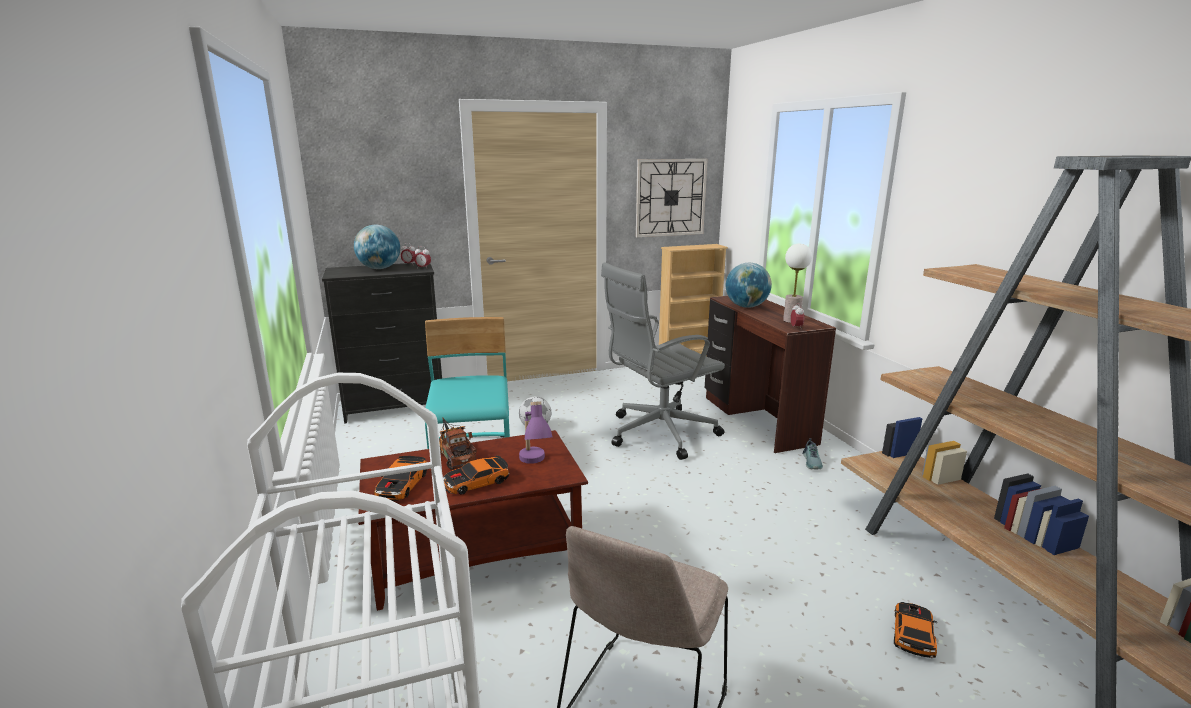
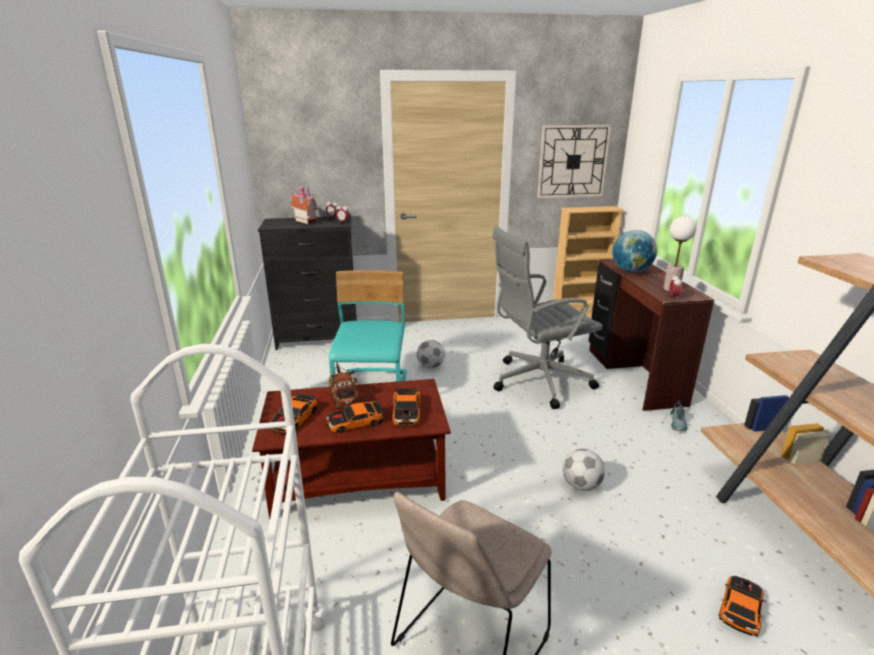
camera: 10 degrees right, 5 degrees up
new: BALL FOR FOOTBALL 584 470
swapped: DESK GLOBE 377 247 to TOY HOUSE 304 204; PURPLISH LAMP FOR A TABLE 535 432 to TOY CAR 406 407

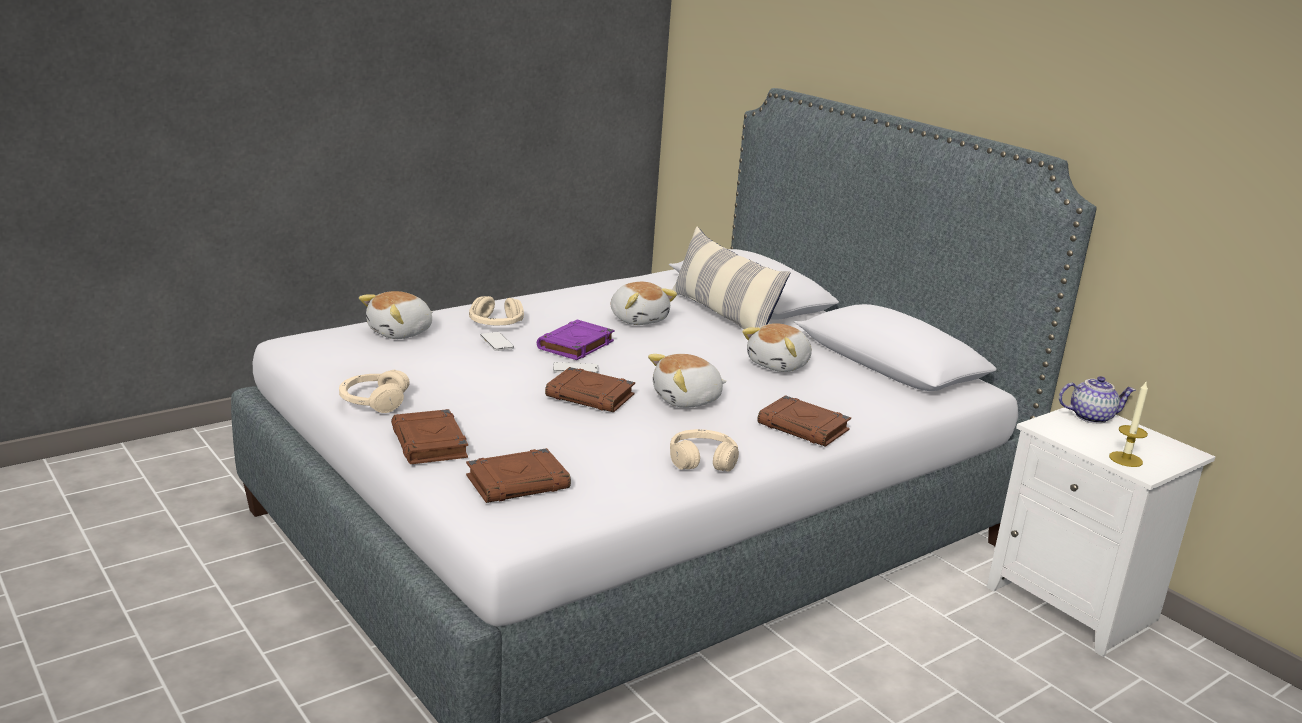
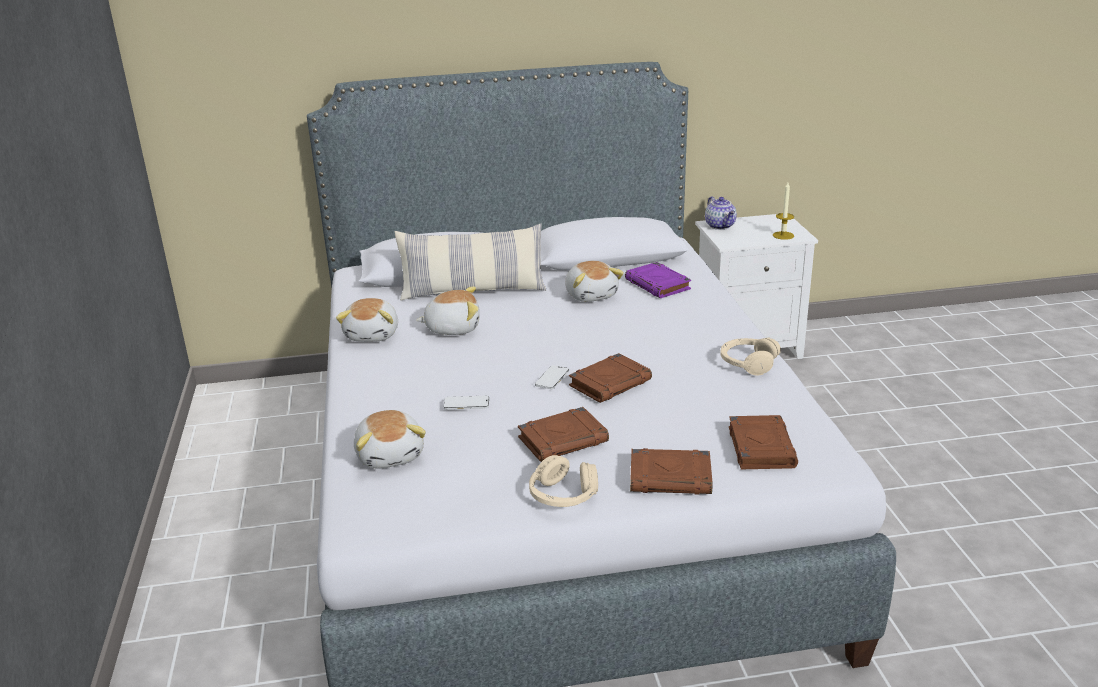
camera: 60 degrees left, 5 degrees up
gone: SAND-COLOURED HEADSET 496 311
shifted: PURPLISH BOOK 575 340 to 658 280; SOFT TOY 687 381 to 367 320; BROWNISH BOOK 804 421 to 563 434
rotated: TEA POT 1097 400 = 721 213 135 degrees clockwise

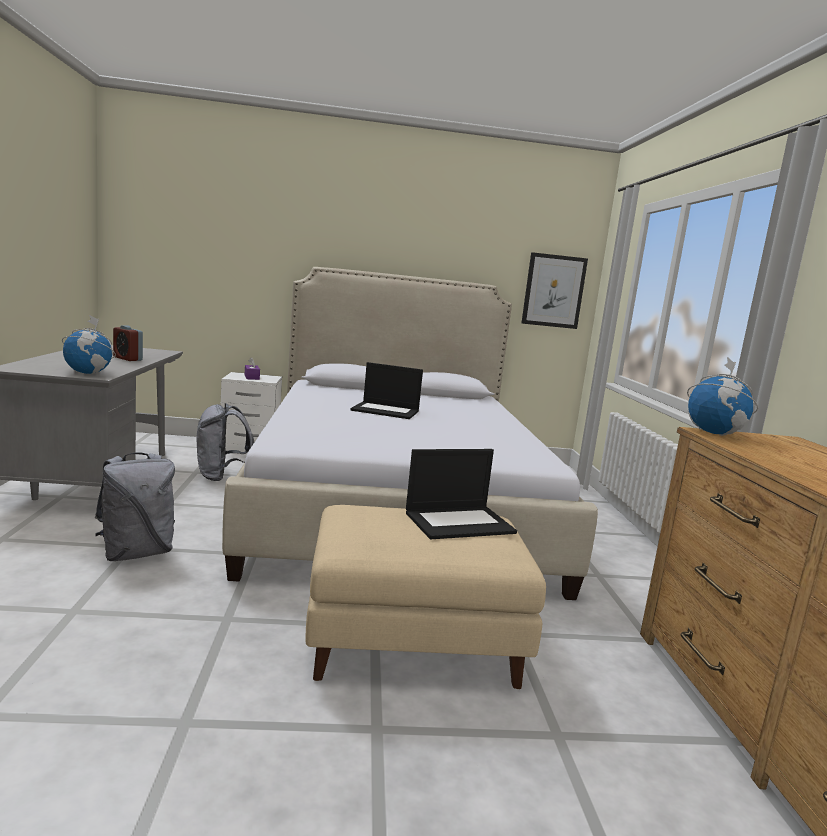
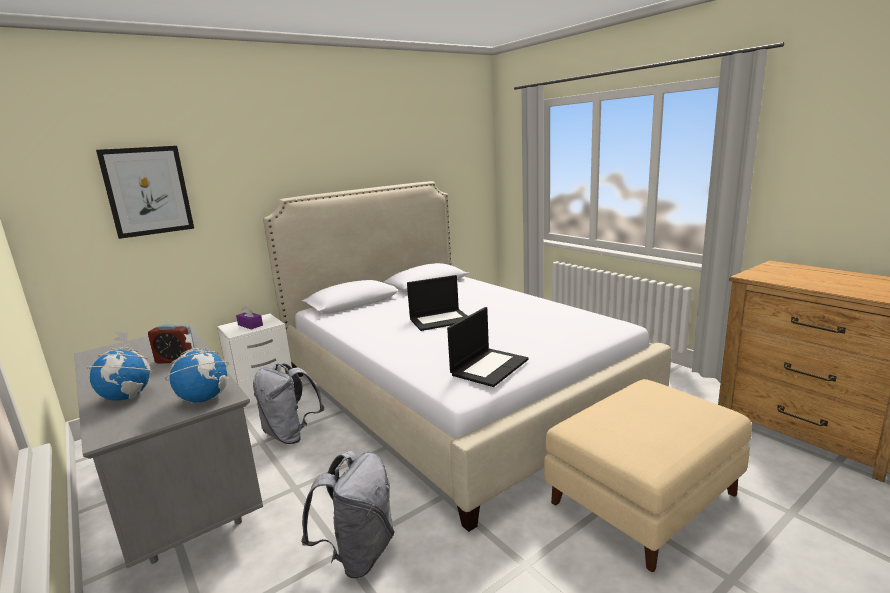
camera: 30 degrees left, 5 degrees up
shifted: NOTEBOOK COMPUTER 461 494 to 488 347; WALL PICTURE 554 290 to 145 192; DESK GLOBE 722 396 to 120 366

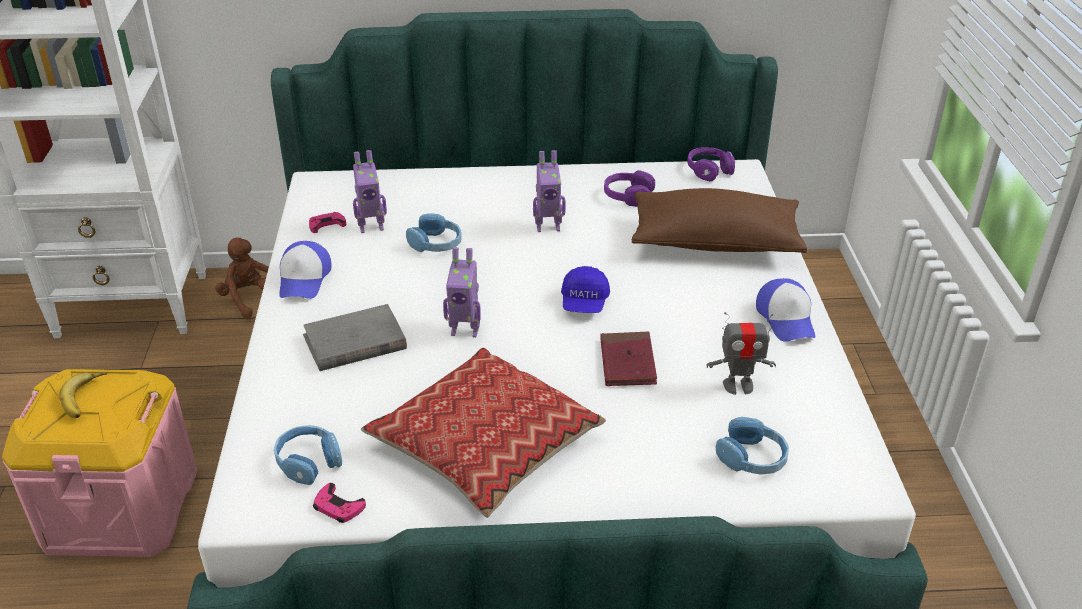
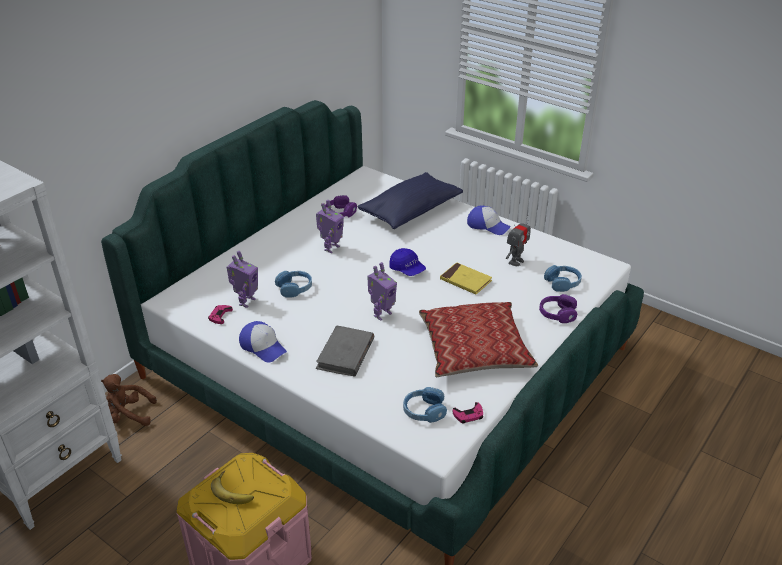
camera: 50 degrees left, 0 degrees up
shifted: PURPLISH HEADSET 711 164 to 558 308
repainted: REDDISH BOOK 628 359 to YELLOWISH BOOK 466 278; BROWNISH PILLOW 719 220 to BLUE-COLOURED PILLOW 410 200

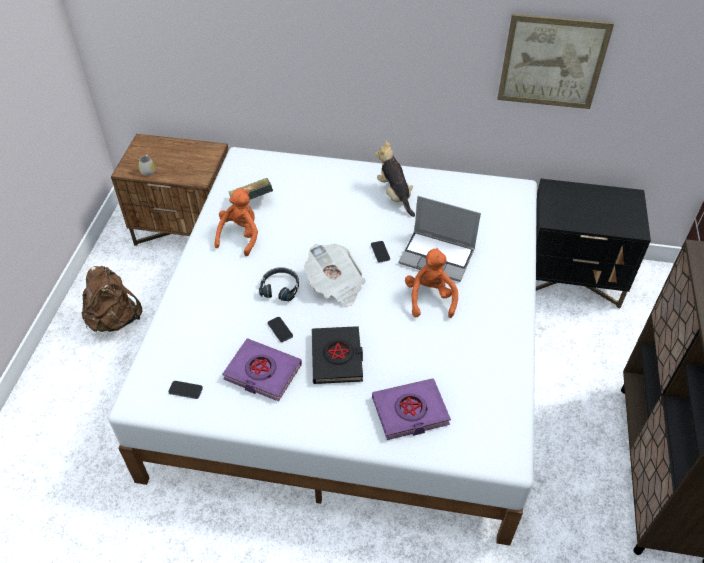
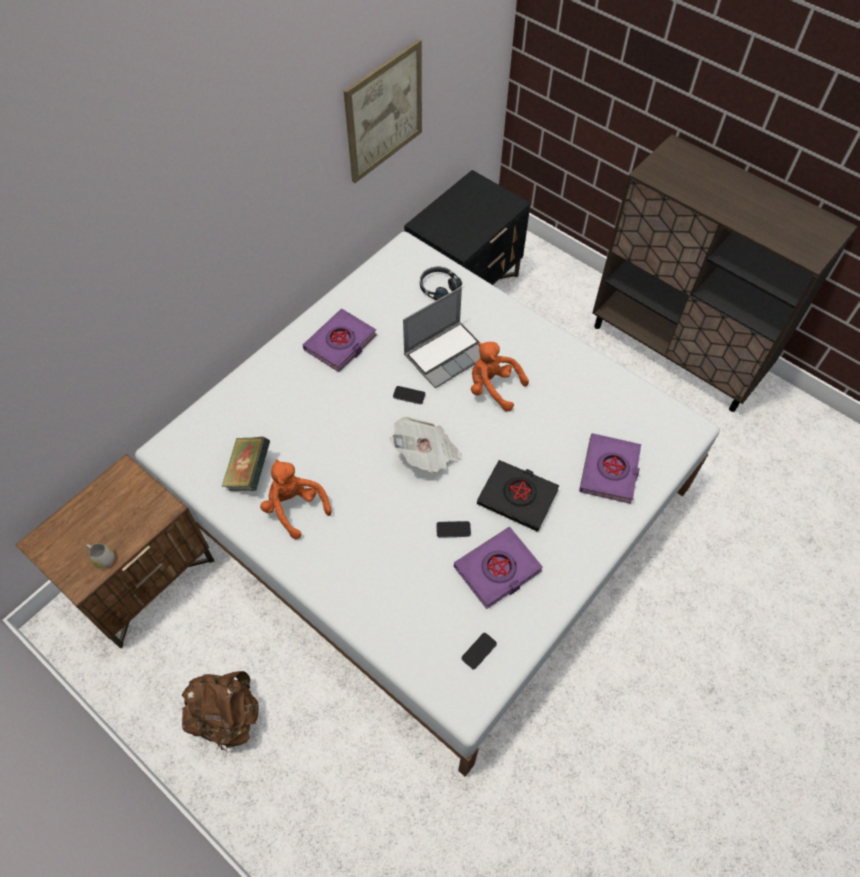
camera: 60 degrees left, 10 degrees up
shifted: BLACK-COLOURED HEADSET 279 284 to 441 283
swapped: SOFT TOY 395 178 to PURPLISH BOOK 340 340

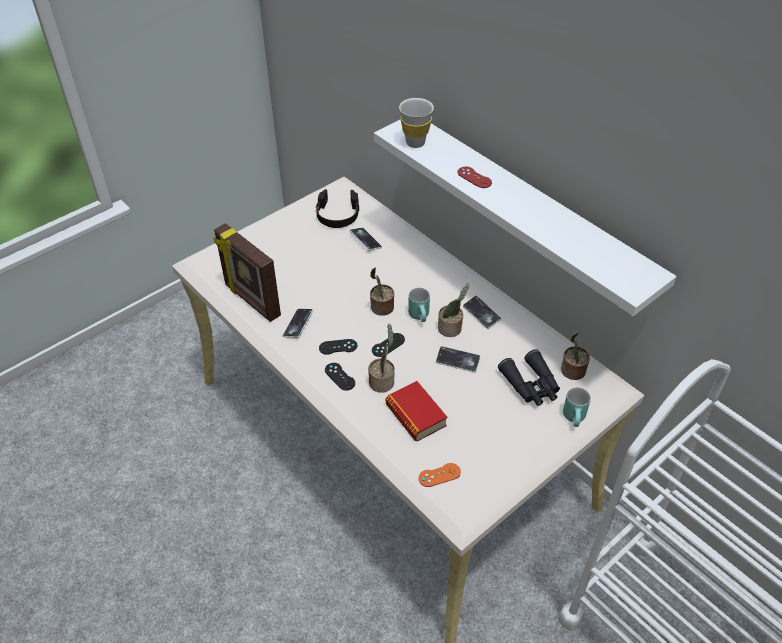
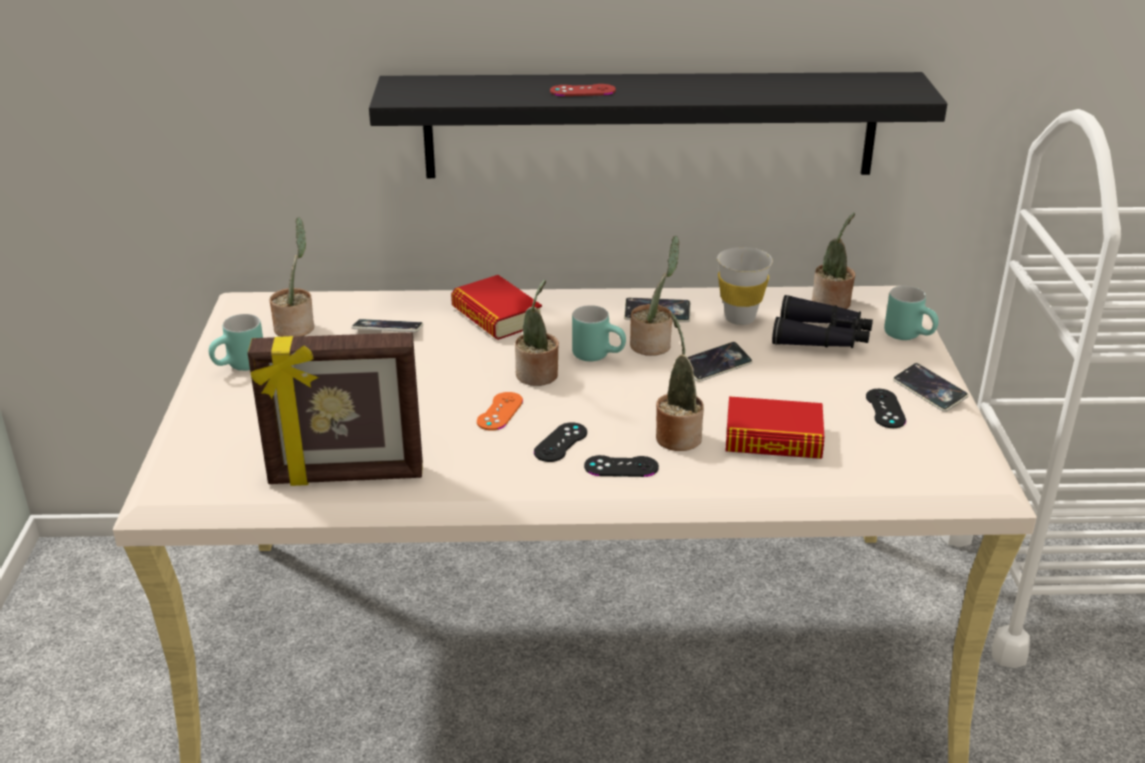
camera: 50 degrees left, 15 degrees down
new: BLUE-GREEN TEA MUG 236 342; BOOK 496 307
shifted: HANDSET 298 323 to 931 387; BLACK-COLOURED GAME CONTROLLER 388 345 to 886 408; WHITE-COLOURED DRINKING CUP 416 123 to 745 286; ORANGE-COLOURED GAME CONTROLLER 439 475 to 500 411
swapped: BLACK-COLOURED HEADSET 337 208 to PLANT IN A POT 292 277
repainted: WHITE-COLOURED WALL SHELF 525 217 to BLACK-COLOURED WALL SHELF 658 125

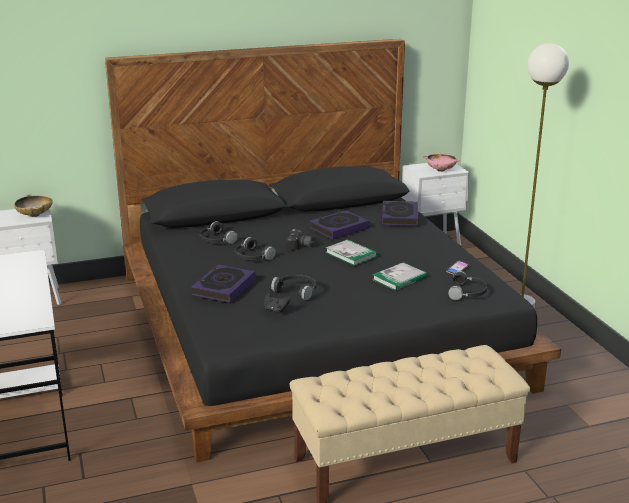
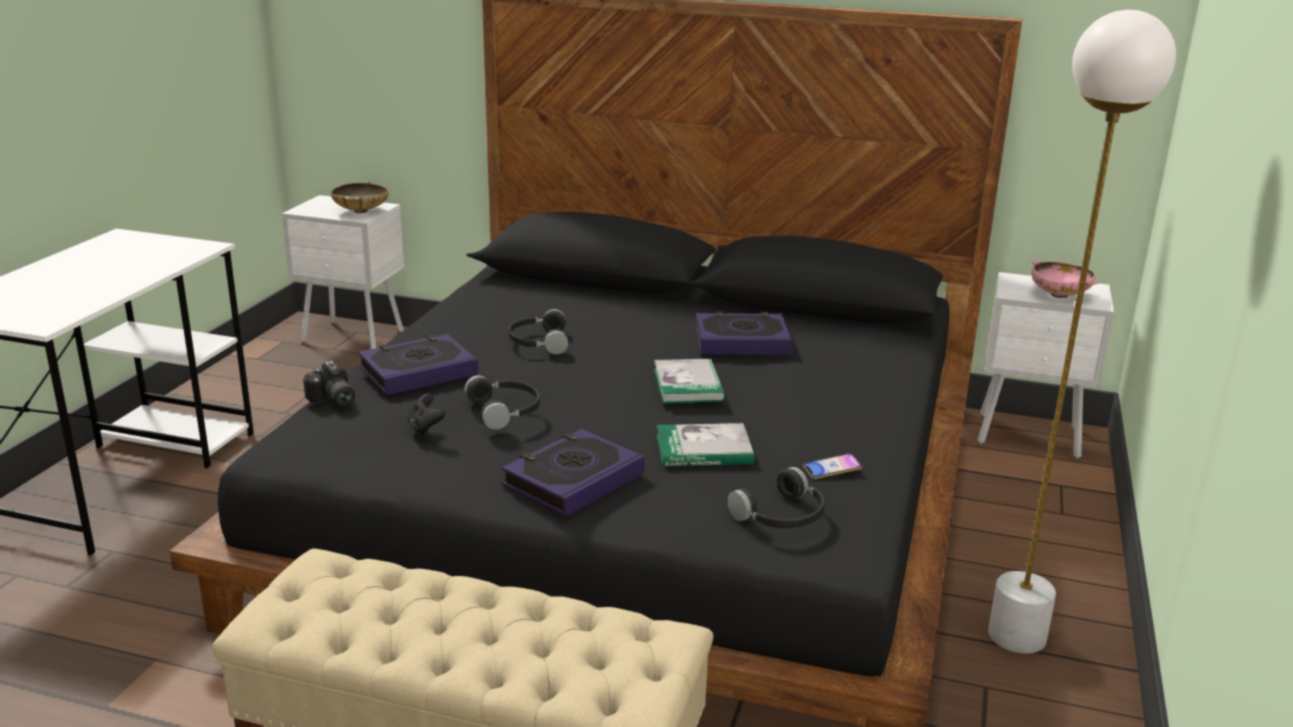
camera: 35 degrees right, 0 degrees up
gone: BLACK-COLOURED HEADSET 218 232
shifted: PHOTO CAMERA 300 239 to 329 383; BOOK 399 213 to 573 473

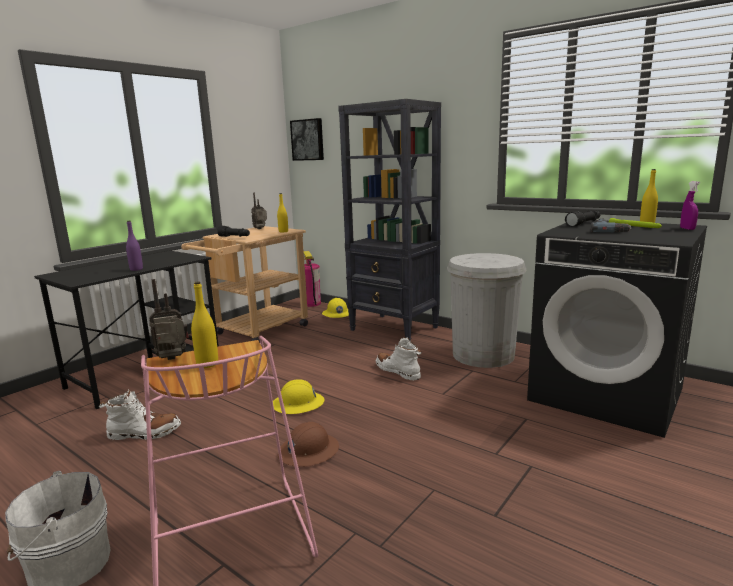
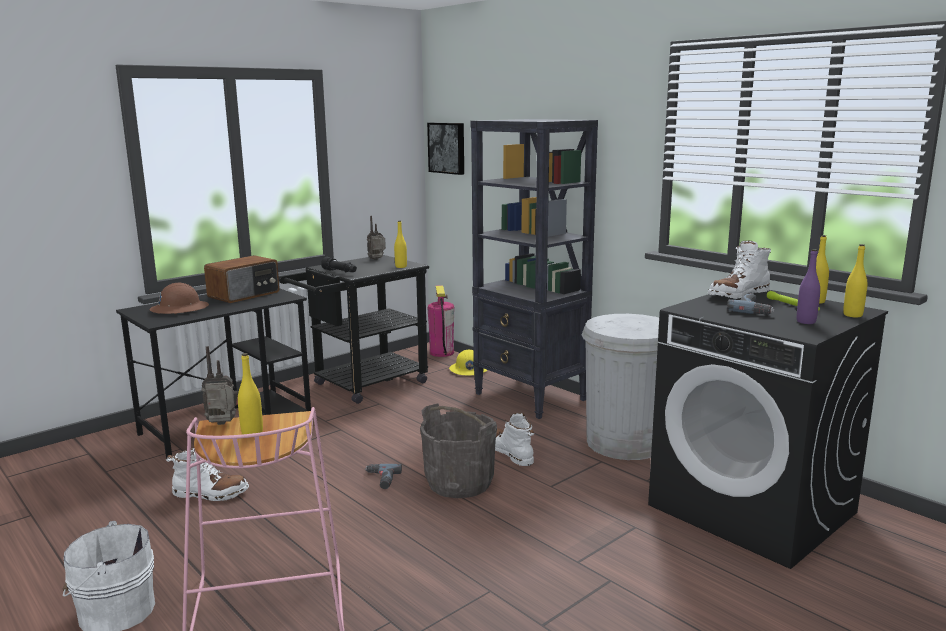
camera: 10 degrees right, 0 degrees up
new: RADIO SET 242 279; GREY WATER BUCKET 458 451
shifted: PURPLISH BEVERAGE BOTTLE 134 246 to 808 286; BROWNISH SAFETY HELMET 308 444 to 179 298
swapped: YELLOWISH SAFETY HELMET 299 396 to ELECTRIC DRILL 383 476; BLACK-COLOURED HAND TORCH 583 218 to WHITE-COLOURED TALL BOOT 739 269; PURPLISH HAND SPRAYER 690 205 to YELLOWISH BEVERAGE BOTTLE 855 280
repainted: SAND-COLOURED TROLLEY 244 284 to BLACK-COLOURED TROLLEY 354 329

